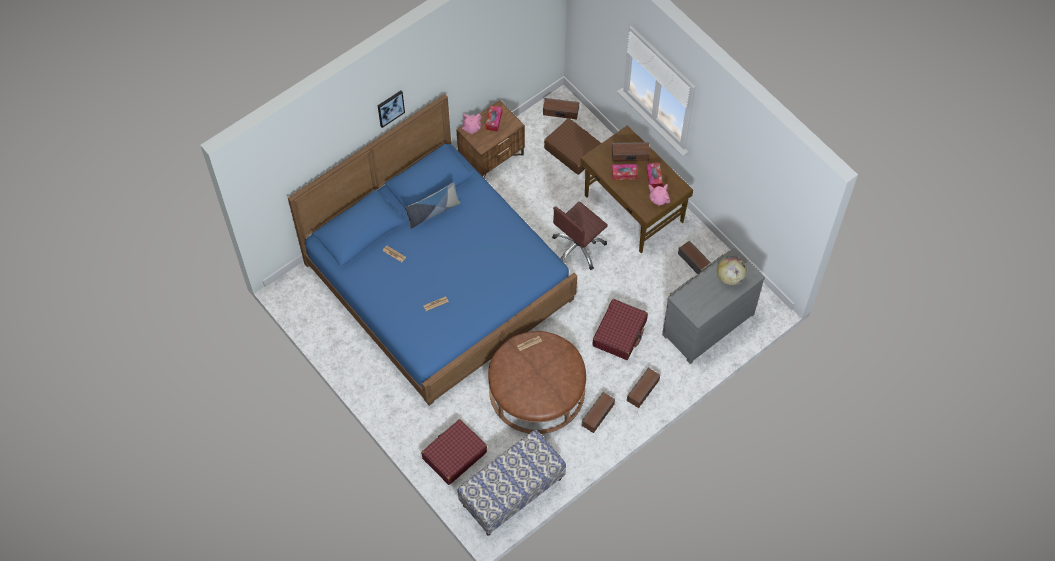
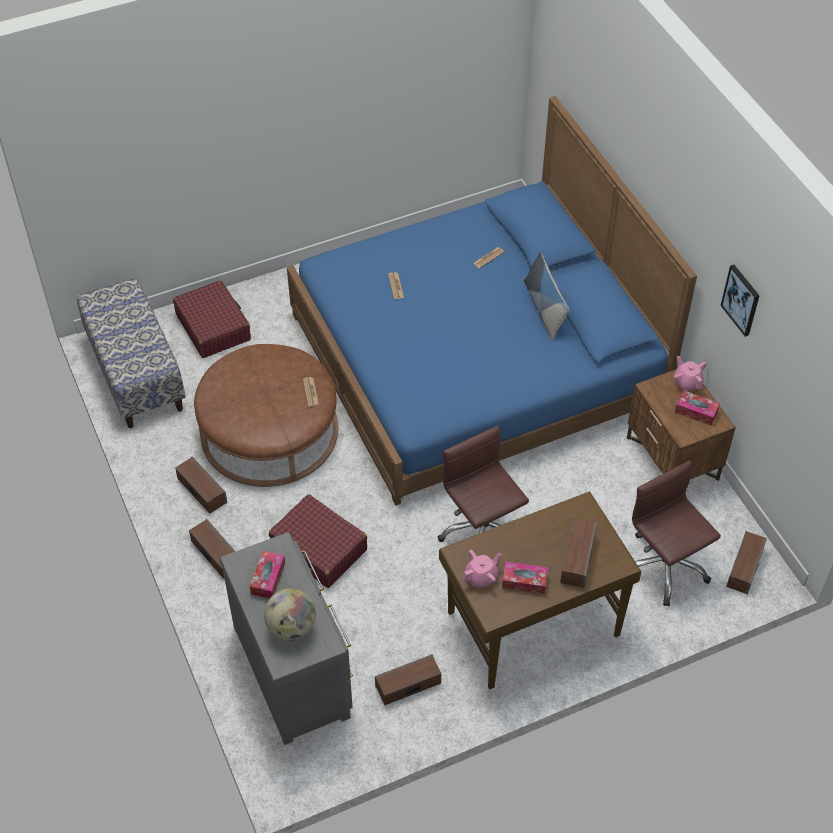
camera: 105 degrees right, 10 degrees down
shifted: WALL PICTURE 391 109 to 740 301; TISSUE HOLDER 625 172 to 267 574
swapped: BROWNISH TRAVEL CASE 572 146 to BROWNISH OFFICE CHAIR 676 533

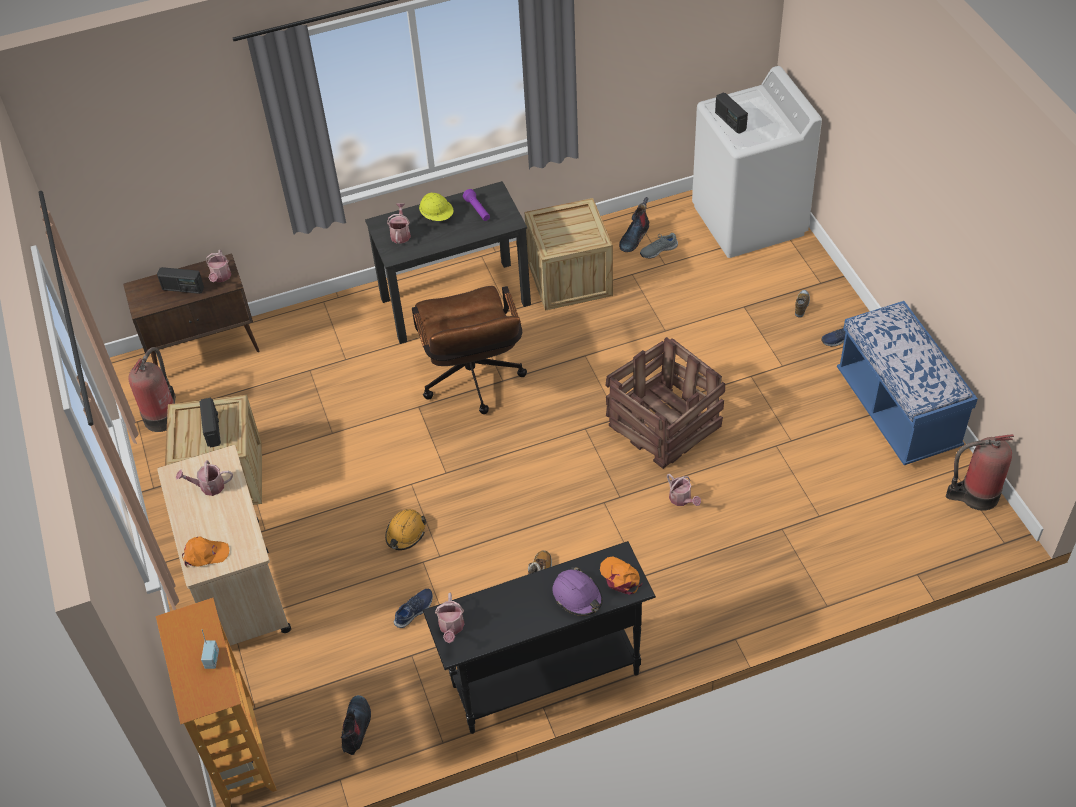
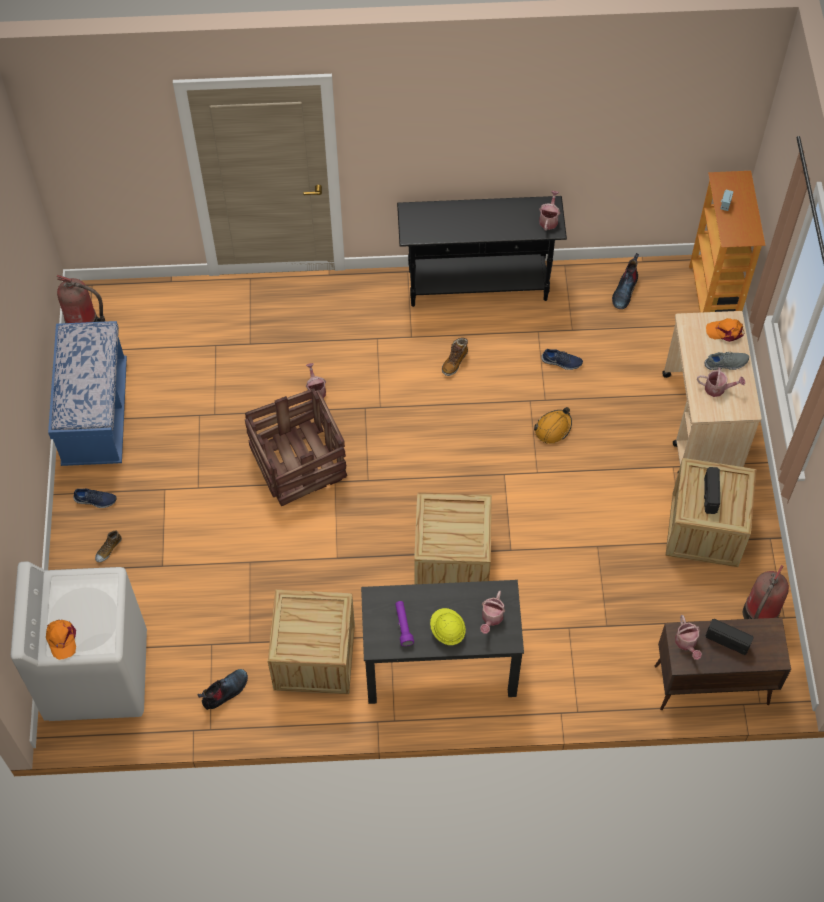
camera: 165 degrees left, 10 degrees up
gone: PURPLISH SAFETY HELMET 577 591; RADIO SET 731 113
shifted: ORANGE-COLOURED CAP 621 576 to 61 640; GREY LOW SHOE 659 246 to 726 361
swapped: BROWNISH OFFICE CHAIR 469 350 to PACKING CRATE 453 538
rotated: SPRINKLING CAN 218 266 = 688 637 150 degrees clockwise; BLUE-COLOURED LOW SHOE 413 608 = 562 359 135 degrees counterclockwise

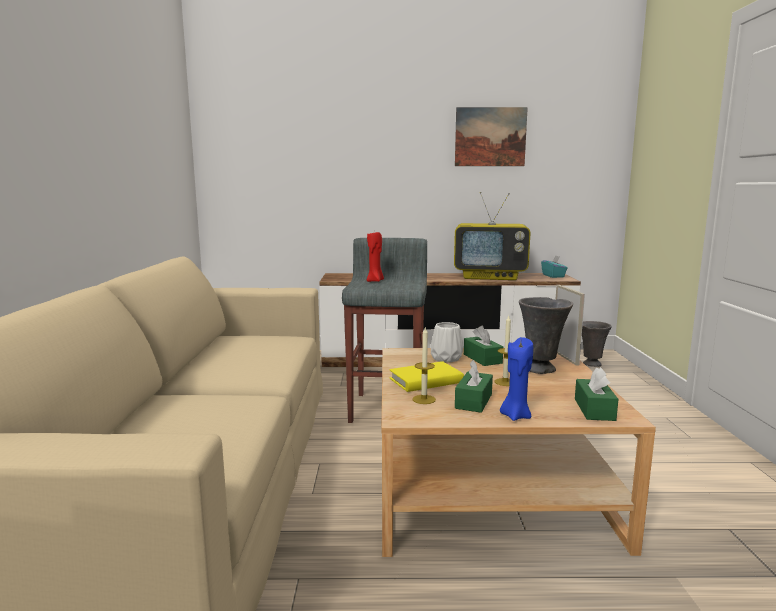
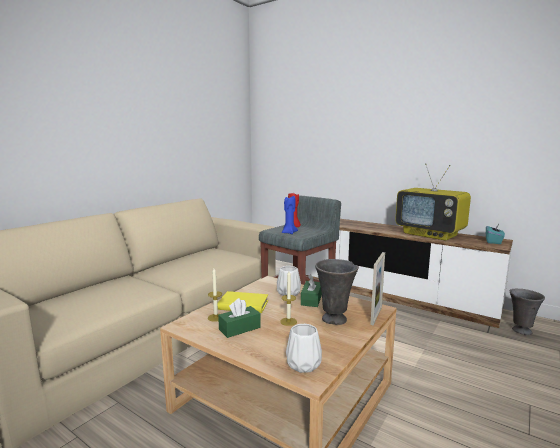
camera: 35 degrees right, 0 degrees up
gone: WALL PICTURE 491 136
shifted: BLUE-COLOURED WAX LIGHT 516 379 to 290 215
swapped: GREENISH TISSUE HOLDER 596 394 to WHITE-COLOURED DECORATIVE VASE 304 348

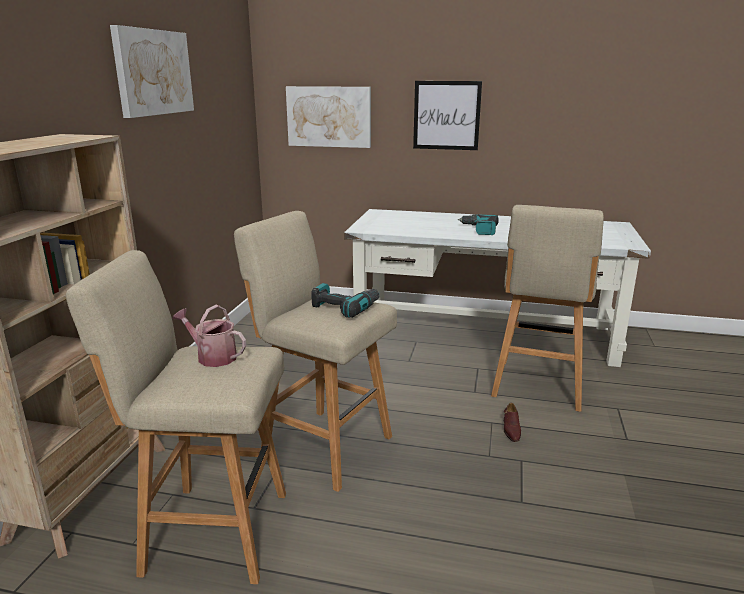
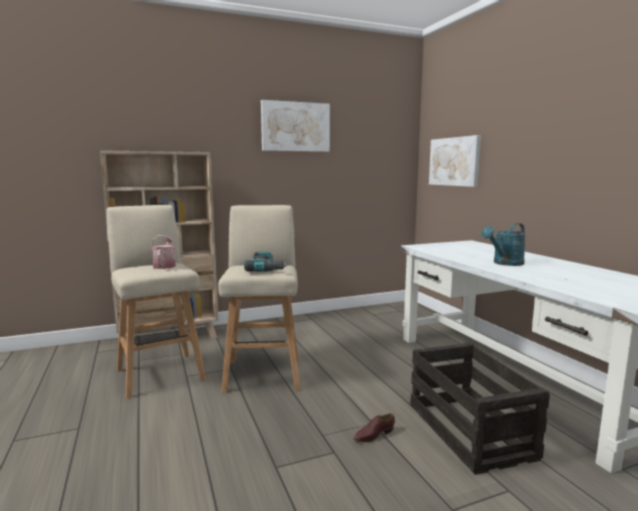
camera: 55 degrees right, 10 degrees down
gone: WALL PICTURE 447 115
swapped: ELECTRIC DRILL 478 224 to BLUE-GREEN SPRINKLING CAN 503 244; SAND-COLOURED STOOL SEAT 547 308 to PACKING CRATE 480 409

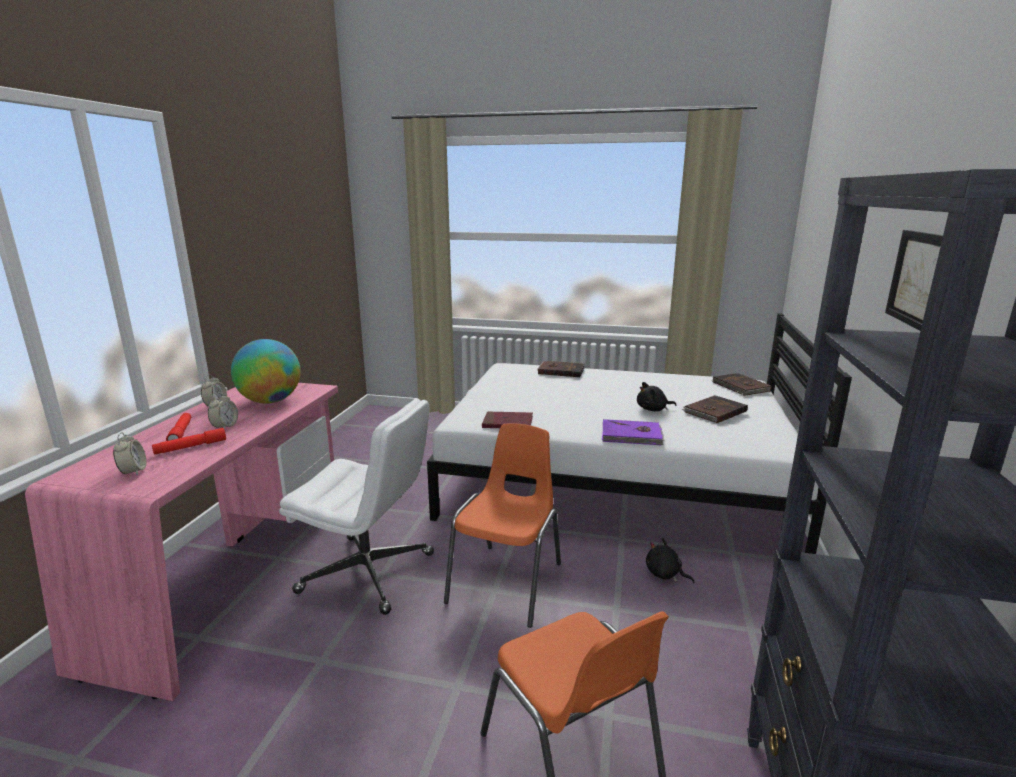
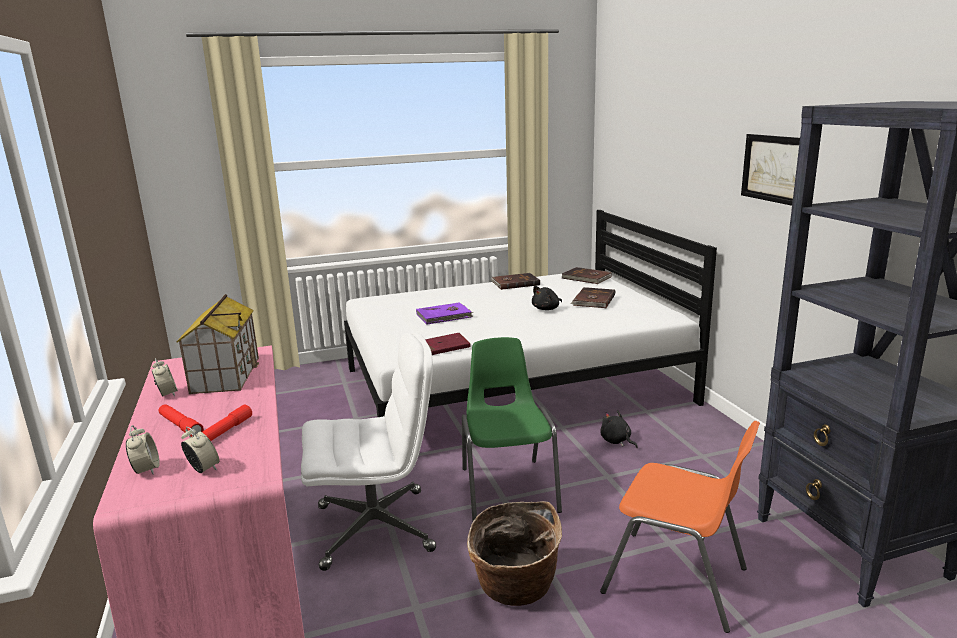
camera: 30 degrees left, 0 degrees up
new: BASKET 514 553
shifted: BEDSIDE CLOCK 223 411 to 143 449; BROWNISH BOOK 561 369 to 515 281; PURPLISH BOOK 633 432 to 444 313
swapped: DESK GLOBE 266 371 to TOY HOUSE 217 344
repainted: ORANGE-COLOURED PLAIN CHAIR 502 525 to GREENISH PLAIN CHAIR 512 429
rotated: BLACK-COLOURED SOFT TOY 670 560 = 619 429 45 degrees clockwise

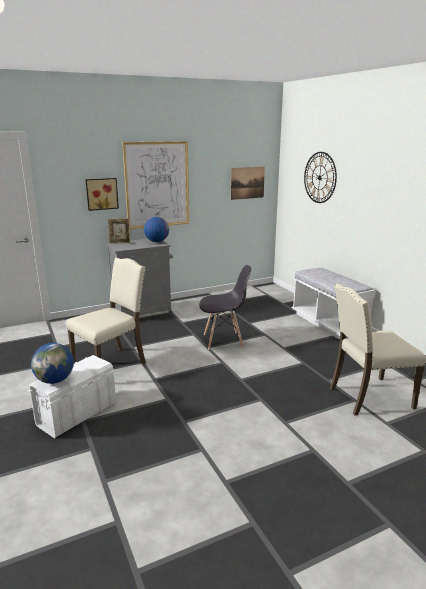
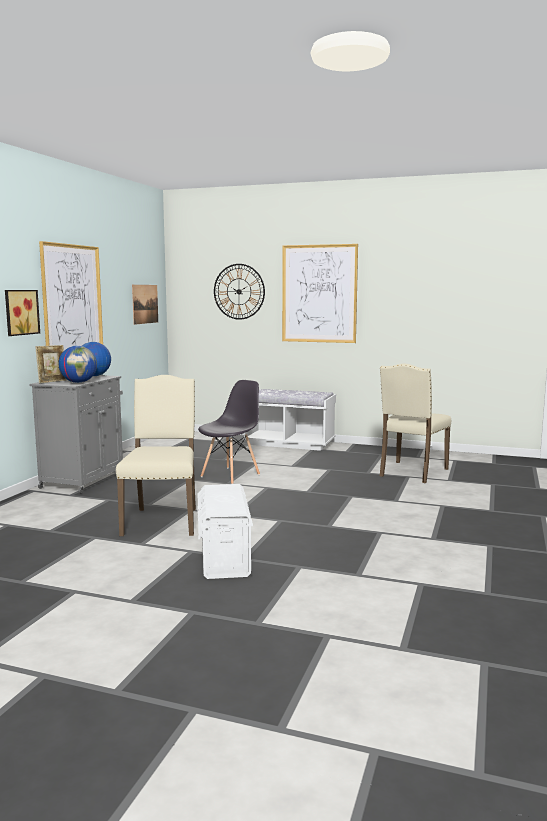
camera: 45 degrees left, 10 degrees down
new: WALL PICTURE 320 293
shifted: DESK GLOBE 52 363 to 78 364

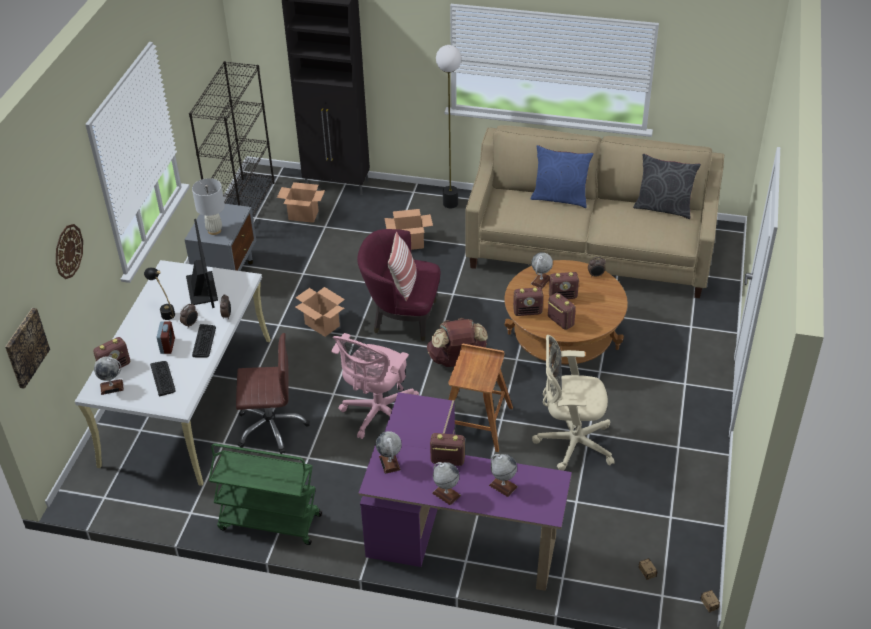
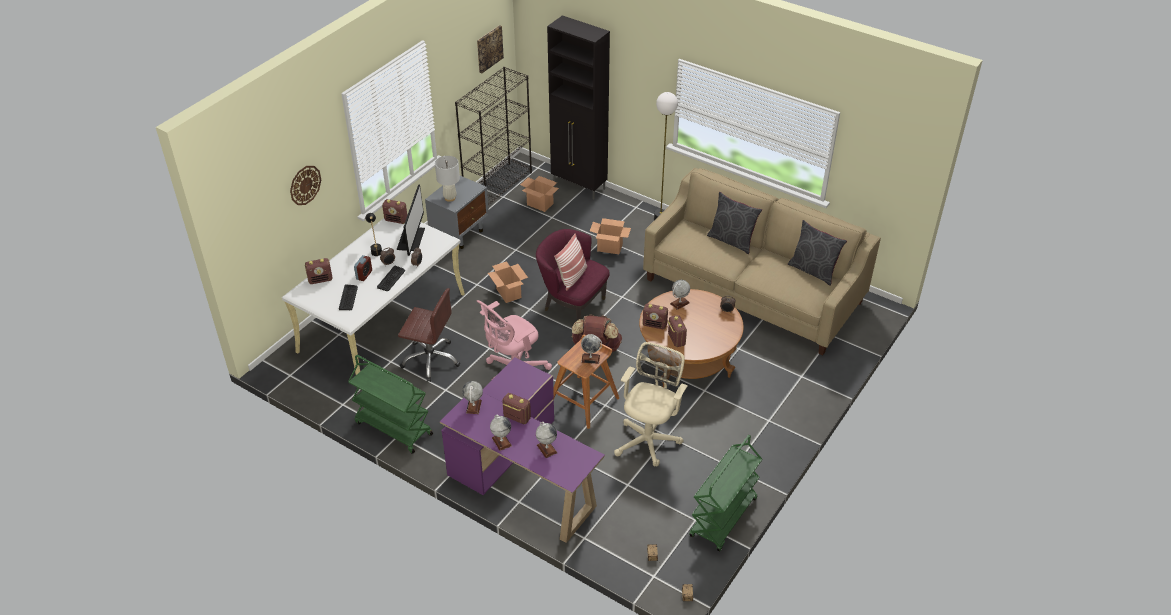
camera: 20 degrees right, 0 degrees up
new: GREENISH TROLLEY 725 493
shifted: WALL PICTURE 27 348 to 490 49; DESK GLOBE 109 375 to 591 349; RADIO SET 564 285 to 394 211
repainted: BLUE-COLOURED PILLOW 562 176 to GREY PILLOW 734 223
rotated: SAND-COLOURED OFFICE CHAIR 573 403 = 651 404 90 degrees clockwise

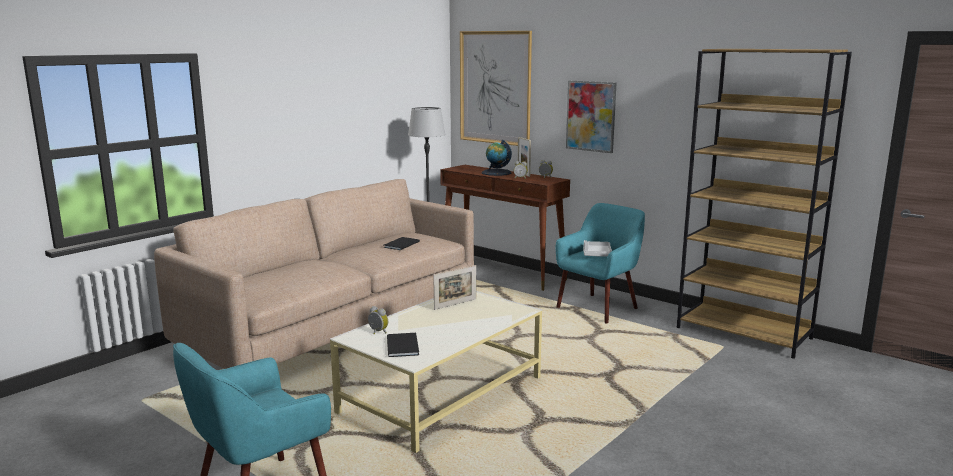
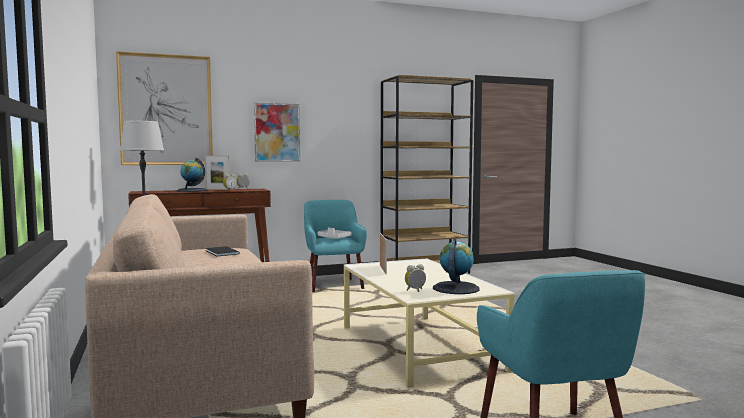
camera: 60 degrees left, 10 degrees down
swapped: BLACK-COLOURED BOOK 403 345 to DESK GLOBE 456 266

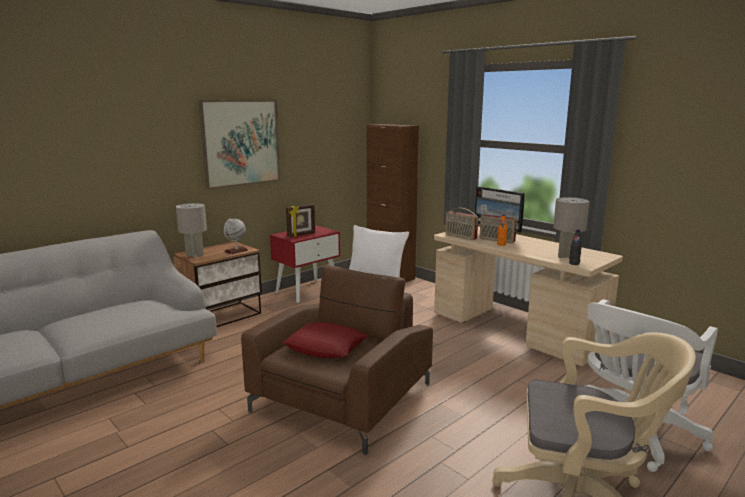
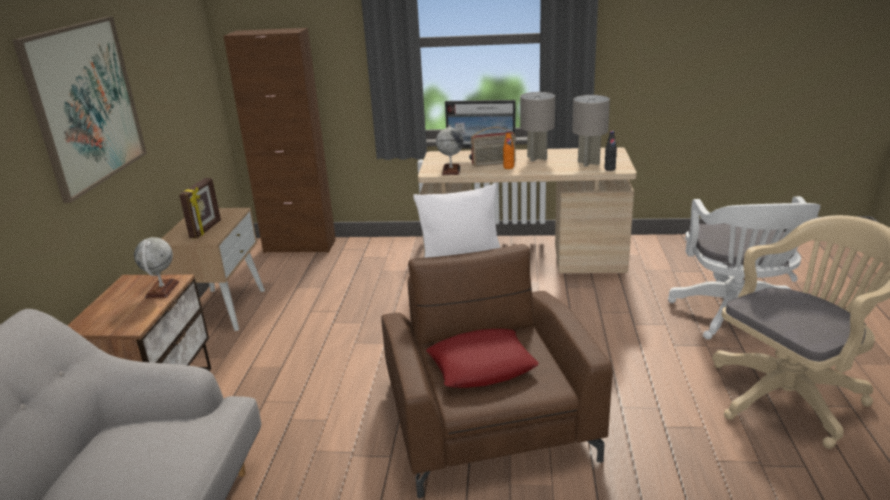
camera: 40 degrees left, 10 degrees up
shifted: GREY LAMP FOR A TABLE 191 230 to 537 126
swapped: RADIO SET 461 224 to DESK GLOBE 450 150
repainted: REDDISH NIGHT TABLE 305 264 to SAND-COLOURED NIGHT TABLE 213 269

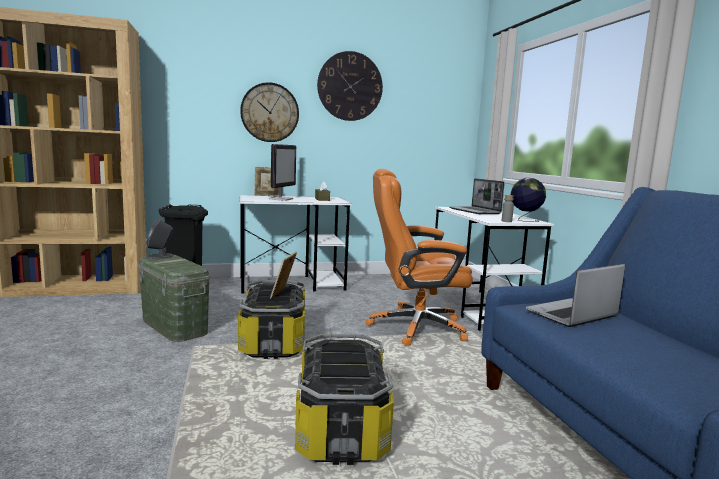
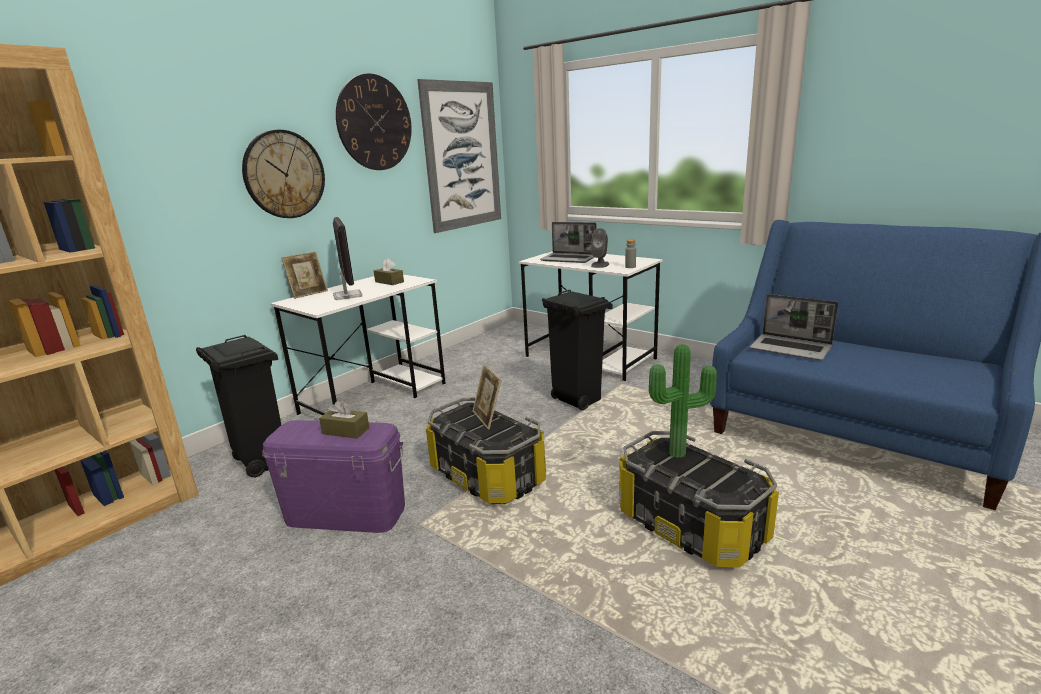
camera: 35 degrees left, 10 degrees up
gone: DESK GLOBE 528 200
new: BROWNISH TISSUE HOLDER 344 419; WALL PICTURE 459 156; PLANT IN A POT 683 401
shifted: GREY LOUDSPEAKER 159 239 to 600 248
swapped: ORANGE-COLOURED OFFICE CHAIR 419 257 to BLACK-COLOURED RUBBISH BIN 577 350
repainted: GREENISH STORAGE BOX 174 298 to PURPLISH STORAGE BOX 333 476
rotated: NOTEBOOK COMPUTER 575 295 = 794 327 75 degrees counterclockwise

